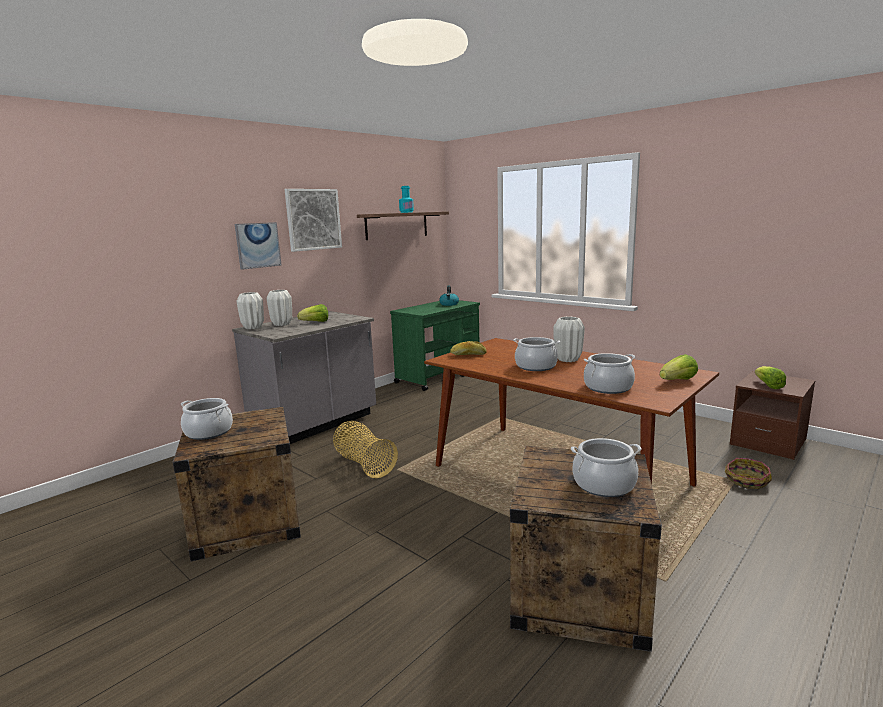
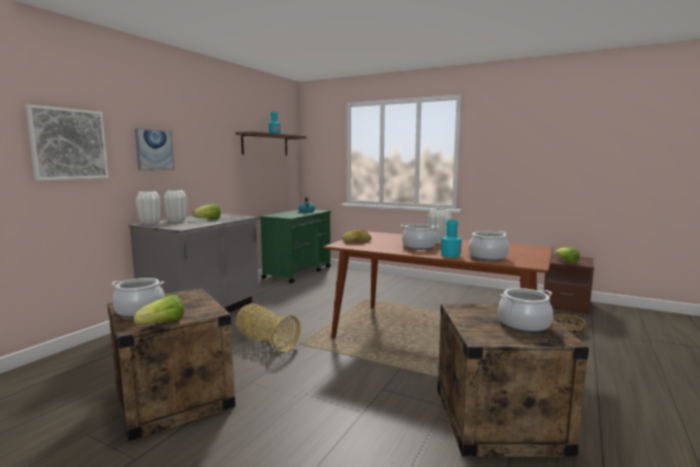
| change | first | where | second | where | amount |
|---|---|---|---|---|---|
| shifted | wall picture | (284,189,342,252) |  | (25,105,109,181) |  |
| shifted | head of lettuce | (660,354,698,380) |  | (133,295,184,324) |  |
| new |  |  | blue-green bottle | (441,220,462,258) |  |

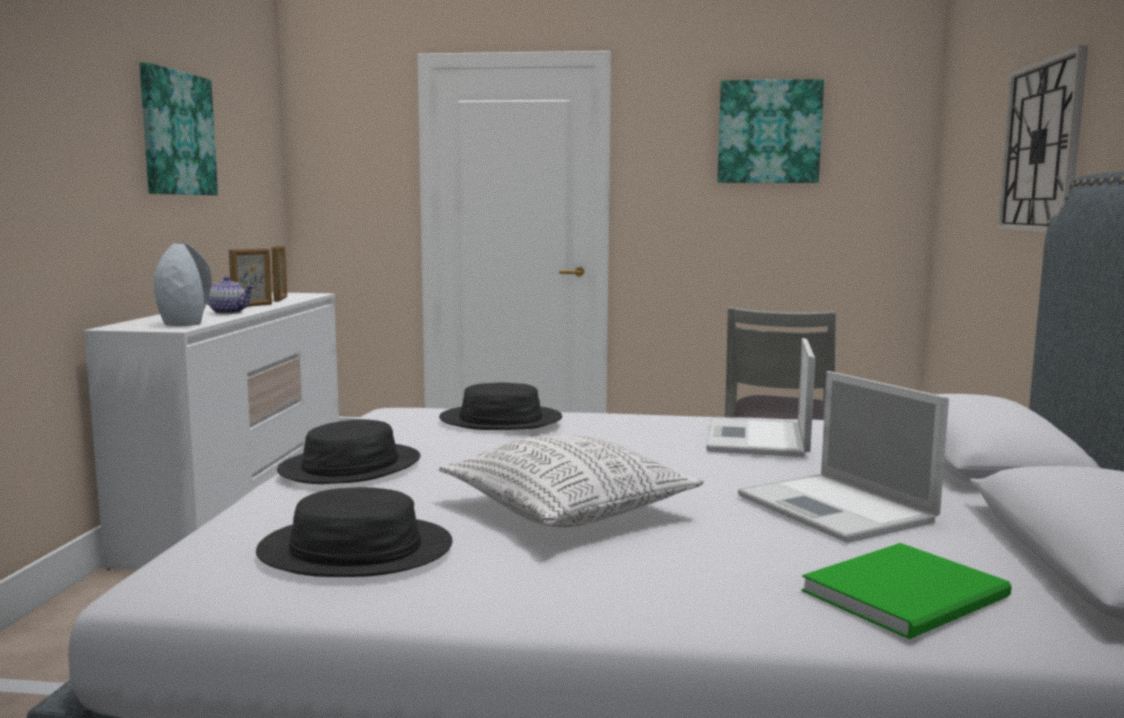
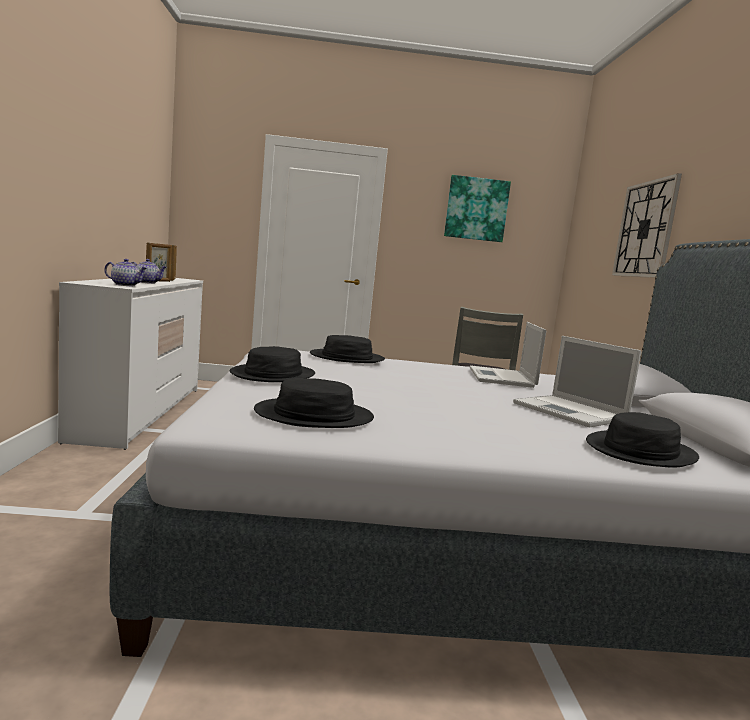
| change | first | where | second | where | amount |
|---|---|---|---|---|---|
| gone | wall picture | (139,62,218,195) |  |  |  |
| swapped | greyish flower vase | (154,243,212,326) | tea pot | (104,259,147,286) |  |
| gone | pillow | (438,435,704,527) |  |  |  |
| swapped | green-coloured bound book | (802,543,1012,639) | black wearable hat | (586,412,699,468) |  |

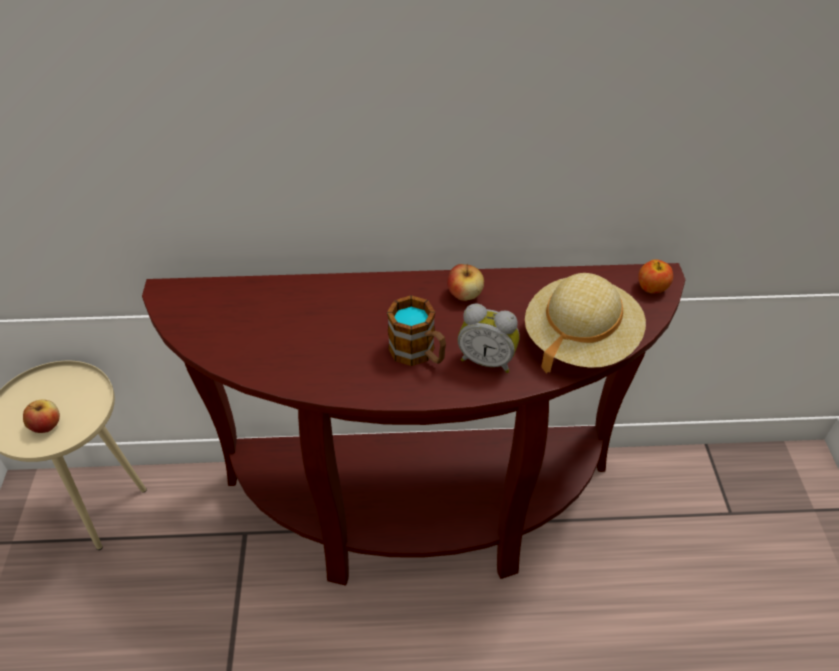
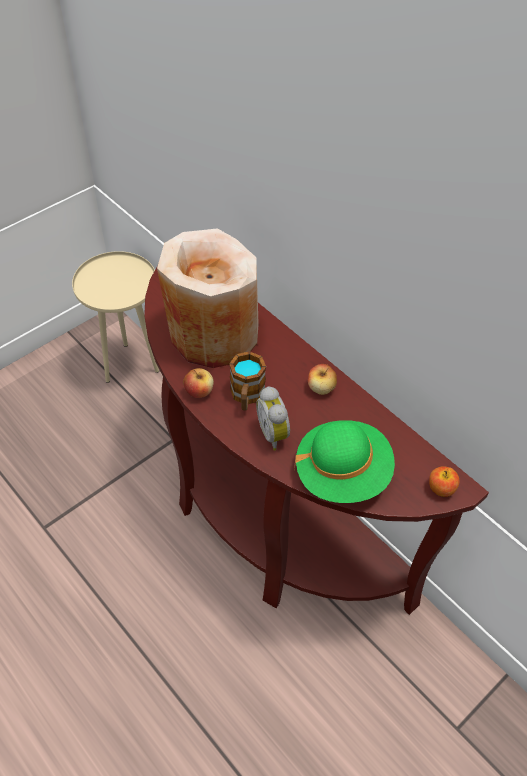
| change | first | where | second | where | amount |
|---|---|---|---|---|---|
| repainted | sand-coloured wearable hat | (525,273,646,373) | green-coloured wearable hat | (294,420,395,503) |  |
| shifted | whole apple | (23,399,60,433) |  | (183,368,214,398) |  |
| new |  |  | sand-coloured flower vase | (157,228,259,368) |  |

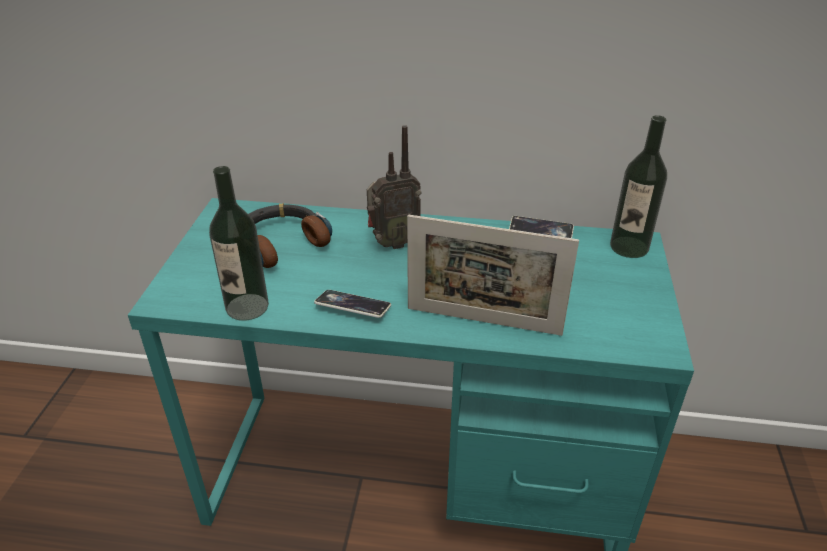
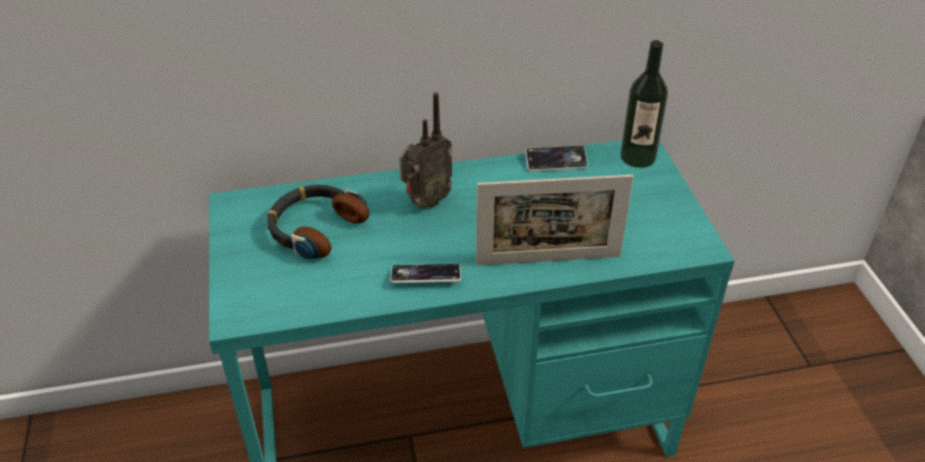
| change | first | where | second | where | amount |
|---|---|---|---|---|---|
| gone | bottle | (209,166,269,321) |  |  |  |

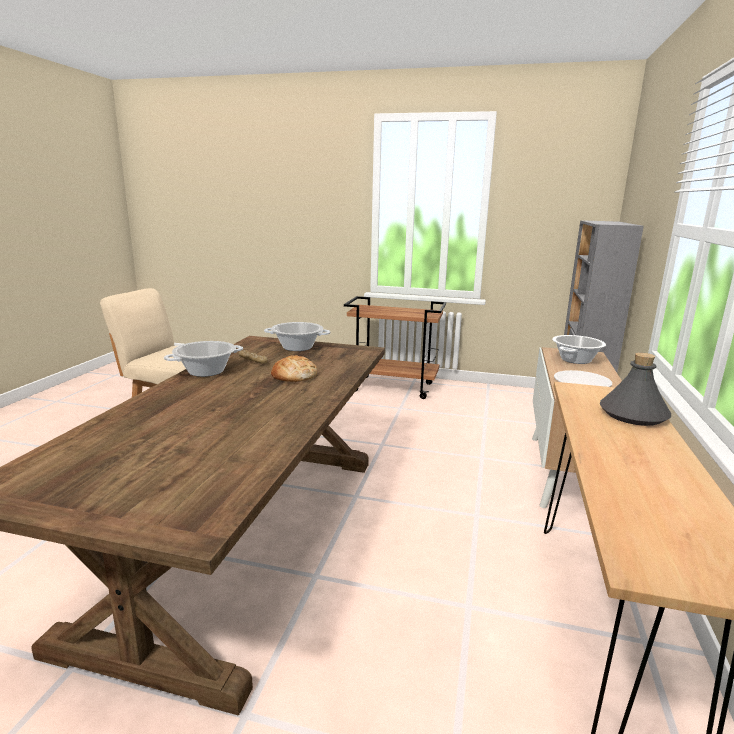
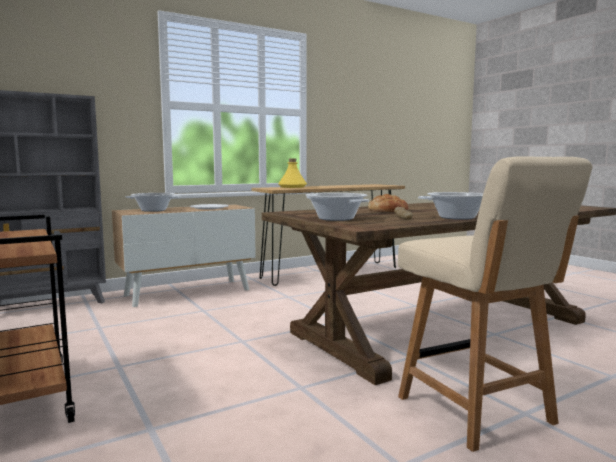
| change | first | where | second | where | amount |
|---|---|---|---|---|---|
| repainted | greyish bottle | (599,353,671,426) | yellow bottle | (278,158,307,188) |  |

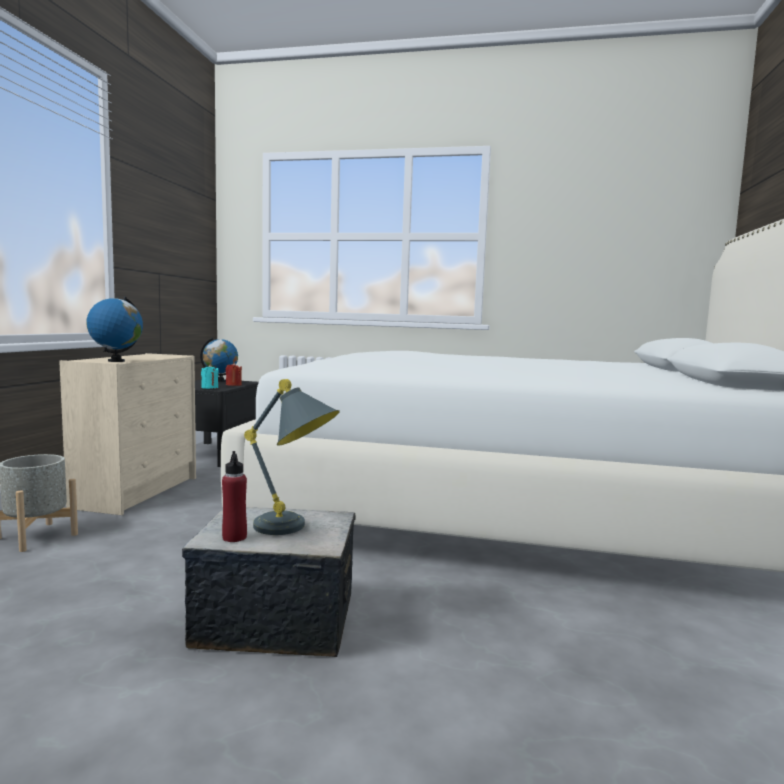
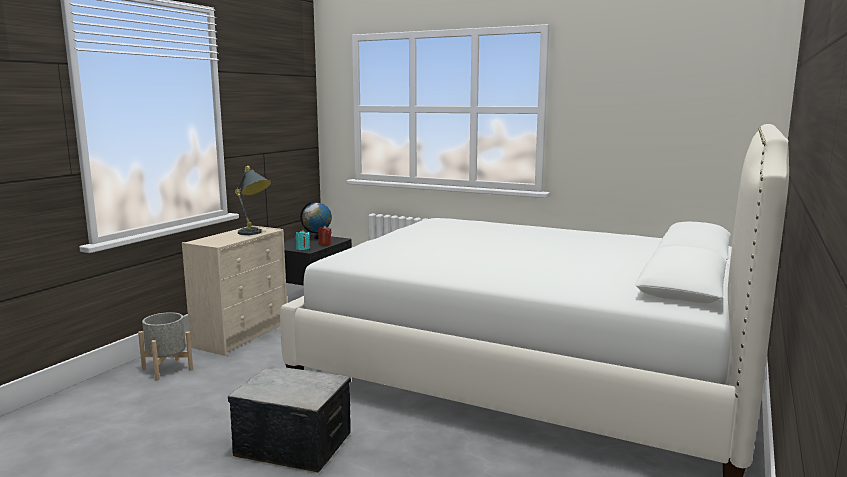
| change | first | where | second | where | amount |
|---|---|---|---|---|---|
| gone | globe | (86,297,143,362) |  |  |  |
| shifted | greyish tabletop lamp | (244,379,340,535) |  | (235,166,271,235) |  |
| gone | red-coloured bottle | (222,451,247,542) |  |  |  |

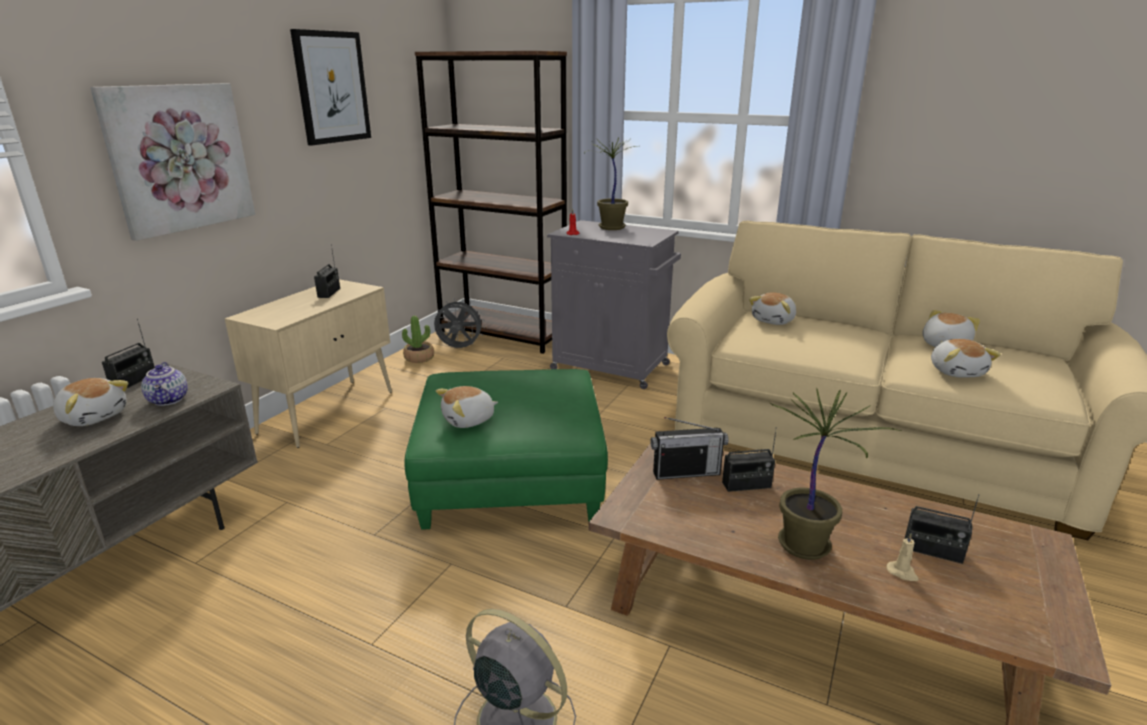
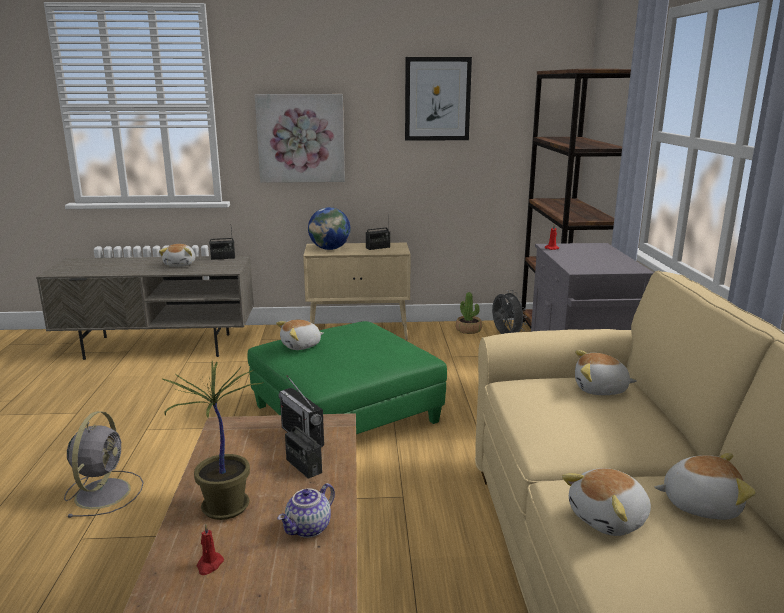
| change | first | where | second | where | amount |
|---|---|---|---|---|---|
| gone | plant in a pot | (584,138,637,230) |  |  |  |
| shifted | tea pot | (141,362,188,406) |  | (278,483,335,538) |  |
| rotated | soft toy | (436,386,498,428) |  | (276,320,324,350) | 60 degrees counterclockwise |
| gone | radio | (905,494,980,564) |  |  |  |
| repainted | sand-coloured candle | (886,533,918,581) | red-coloured candle | (197,524,224,575) |  |
| new |  |  | globe | (308,207,351,250) |  |

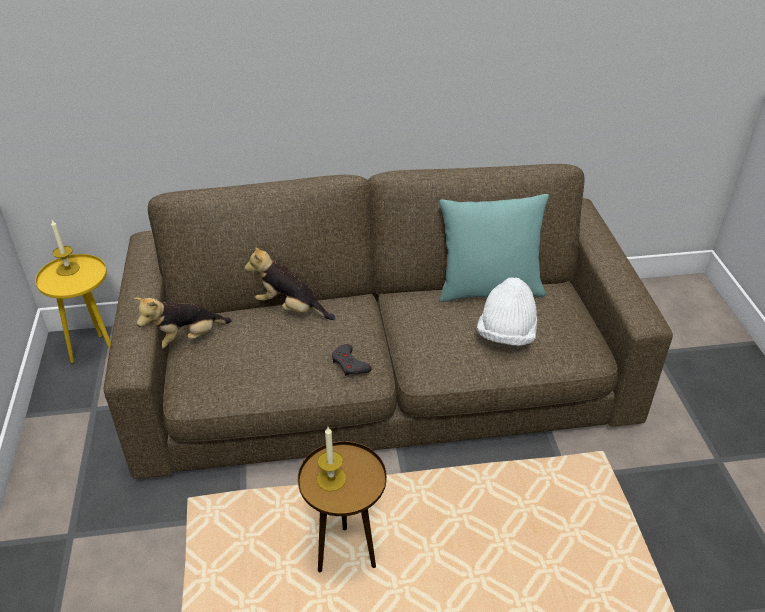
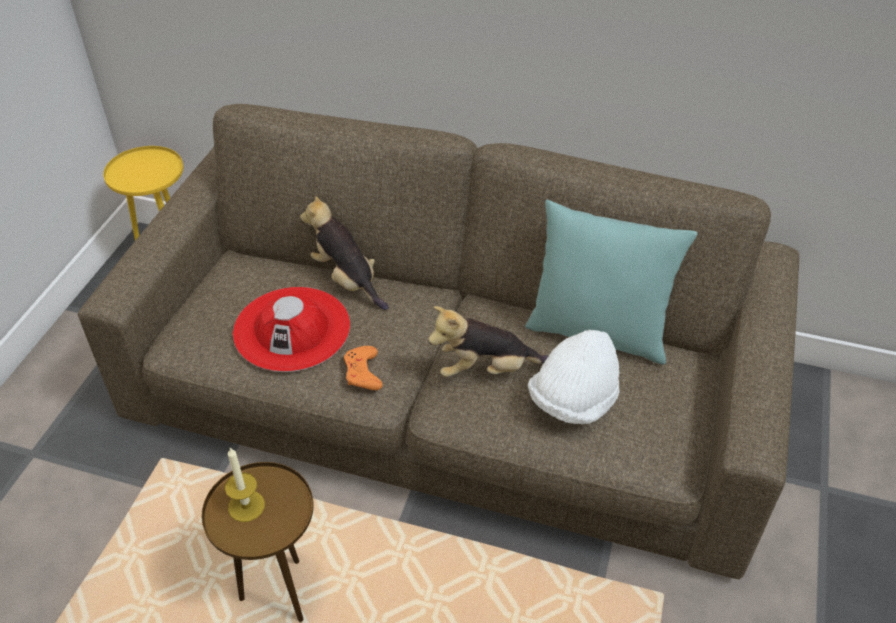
| change | first | where | second | where | amount |
|---|---|---|---|---|---|
| gone | candle | (51,220,80,276) |  |  |  |
| shifted | soft toy | (134,297,232,349) |  | (428,306,548,377) |  |
| repainted | greyish game controller | (332,344,372,376) | orange-coloured game controller | (344,346,383,390) |  |
| new |  |  | red-coloured wearable hat | (233,287,350,372) |  |

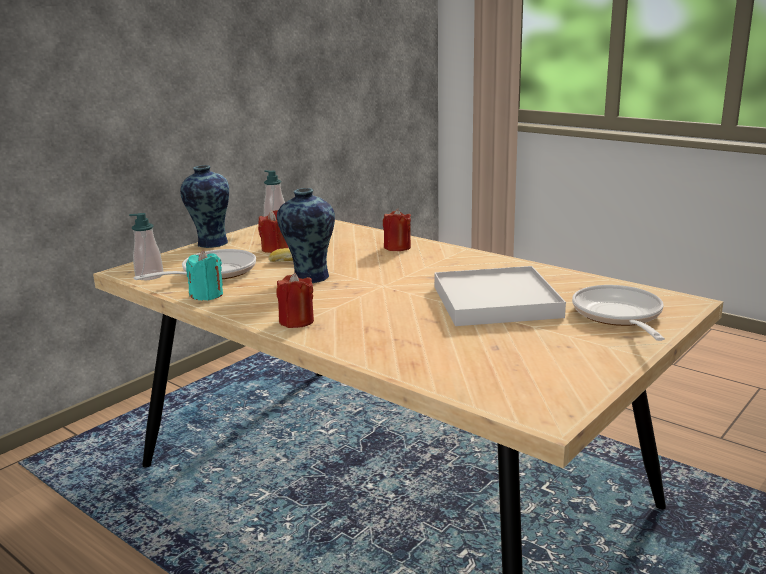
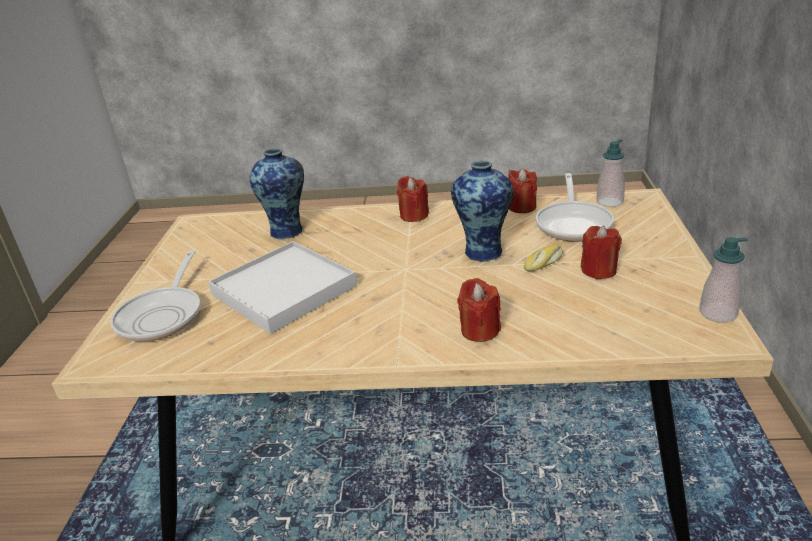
| change | first | where | second | where | amount |
|---|---|---|---|---|---|
| shifted | flower vase | (180,165,229,248) |  | (250,148,304,240) |  |
| repainted | blue-green candle | (186,250,223,301) | red-coloured candle | (508,169,537,213) |  |
| rotated | pan | (572,285,665,341) |  | (111,250,201,342) | 45 degrees clockwise |

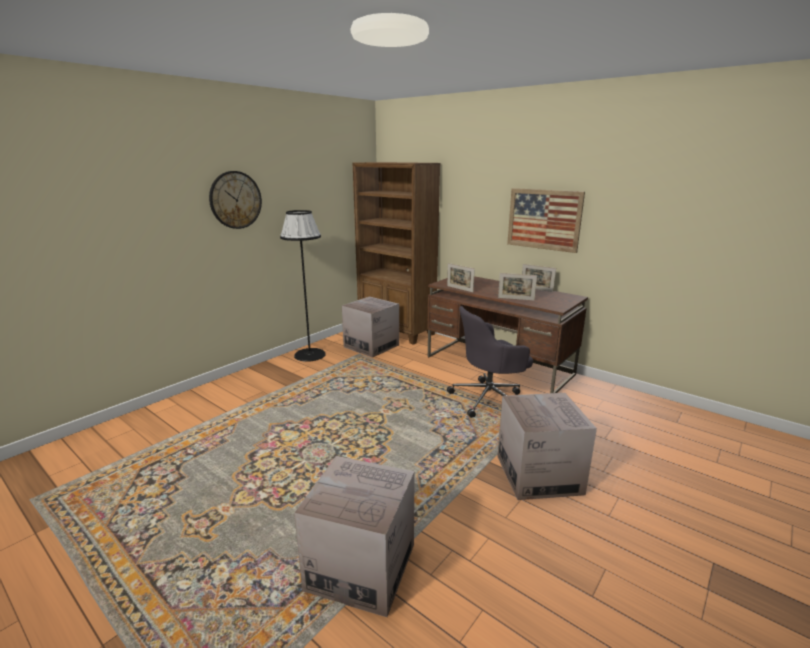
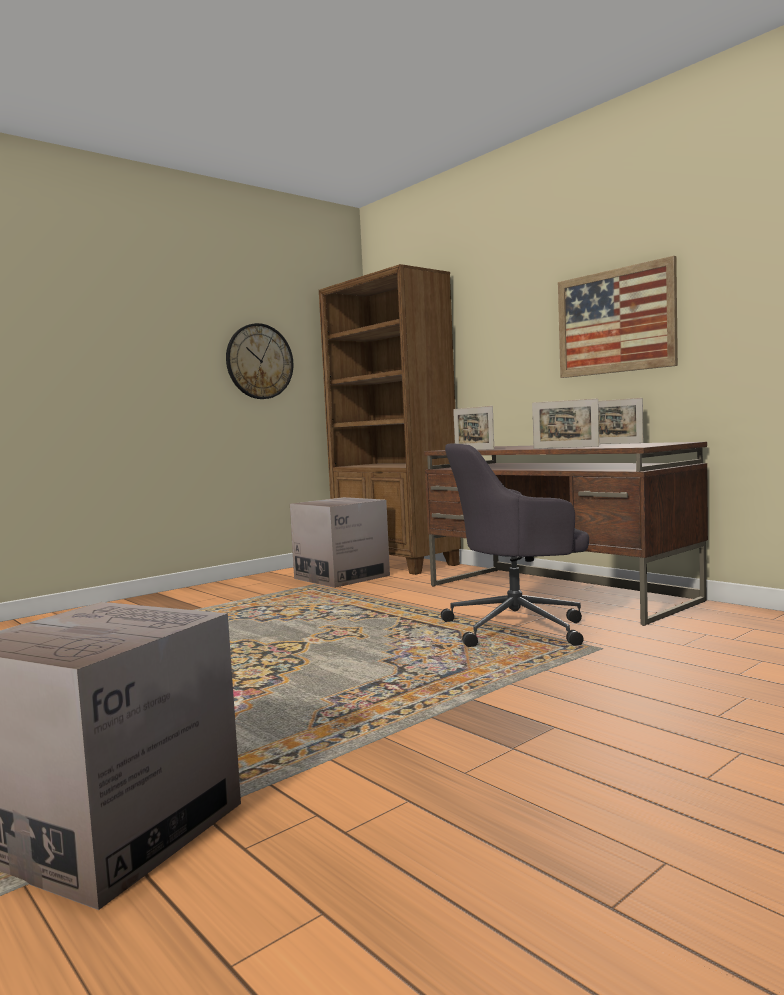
| change | first | where | second | where | amount |
|---|---|---|---|---|---|
| shifted | hanging clock | (209,171,262,229) |  | (226,323,293,399) |  |
| gone | black standard lamp | (280,210,326,362) |  |  |  |
| gone | packing box | (497,393,597,500) |  |  |  |

